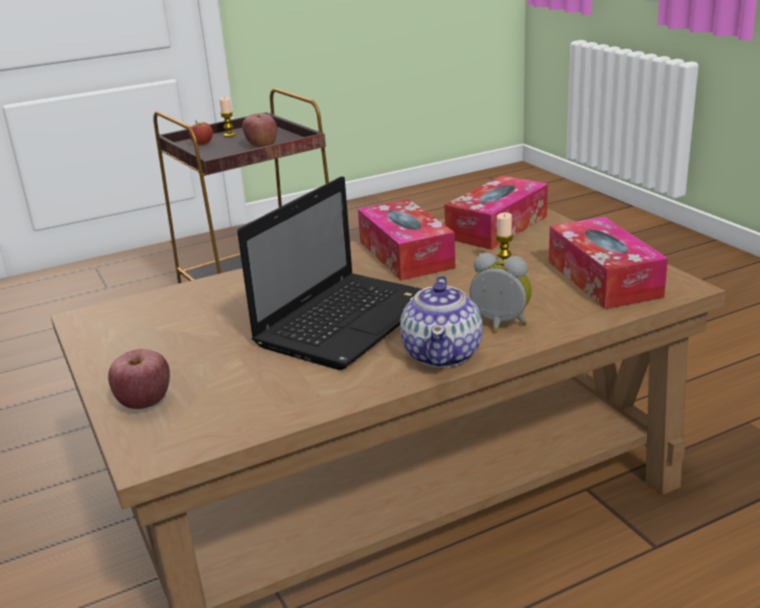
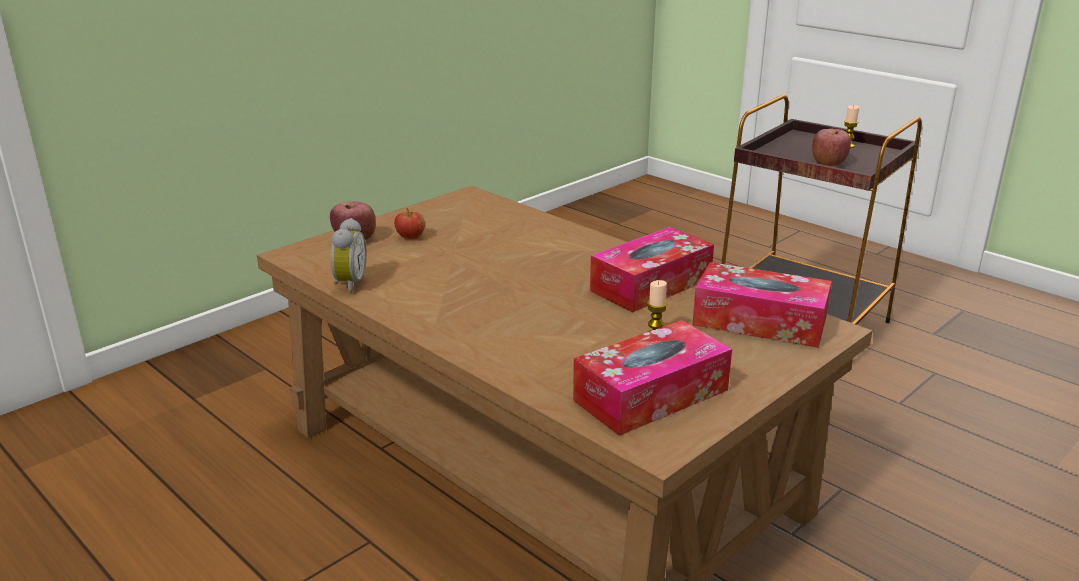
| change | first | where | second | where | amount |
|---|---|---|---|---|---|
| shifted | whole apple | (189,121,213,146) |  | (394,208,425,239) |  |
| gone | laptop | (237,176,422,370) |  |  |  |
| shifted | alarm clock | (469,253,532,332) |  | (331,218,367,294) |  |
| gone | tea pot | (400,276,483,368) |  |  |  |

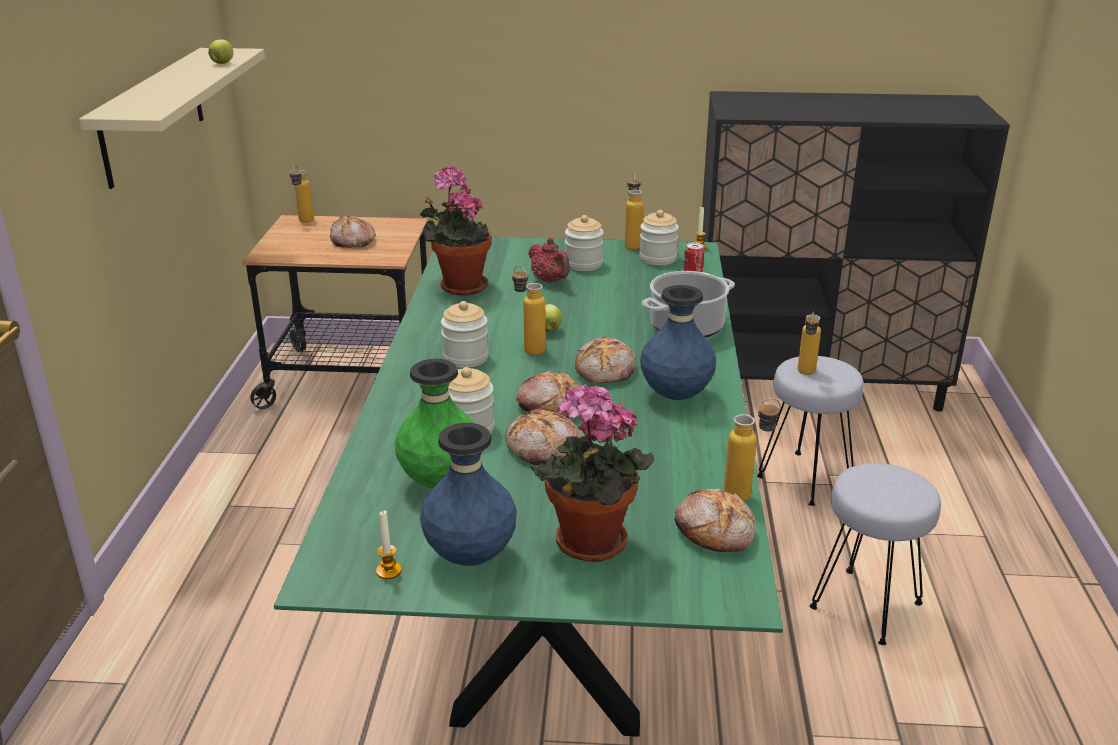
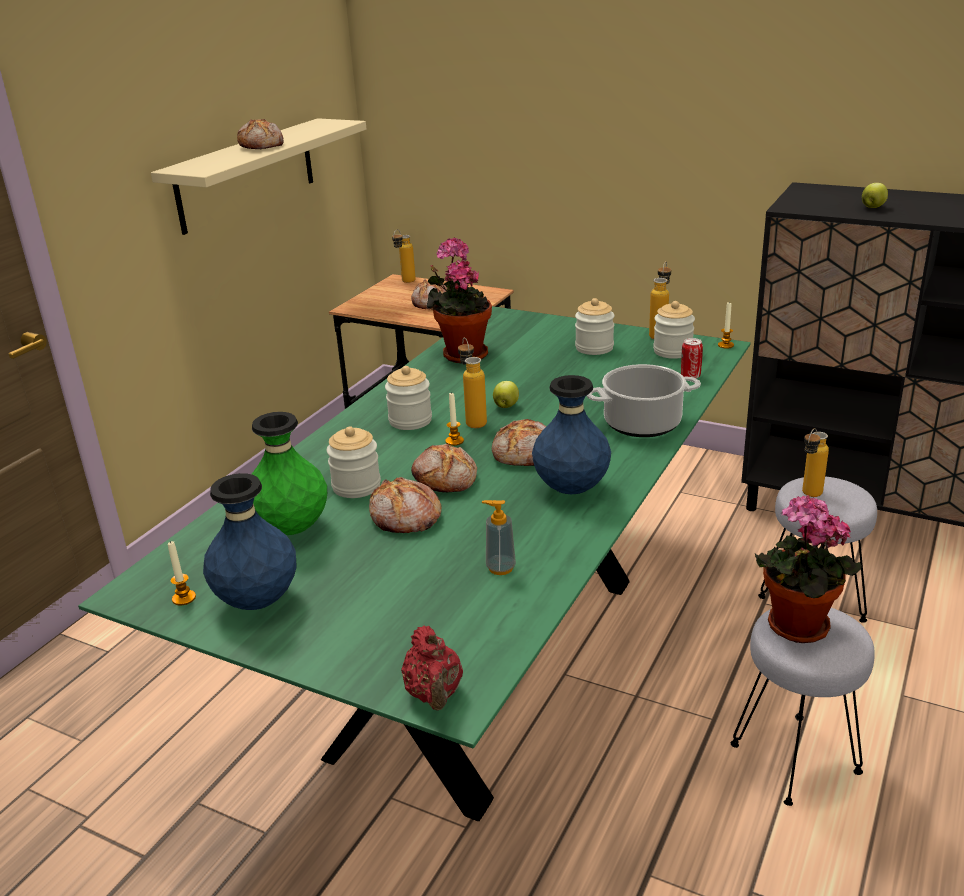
| change | first | where | second | where | amount |
|---|---|---|---|---|---|
| shifted | whole apple | (208,39,233,64) |  | (862,183,888,208) |  |
| shifted | red-coloured tea pot | (528,238,570,283) |  | (401,626,463,710) |  |
| shifted | plant in a pot | (531,384,654,562) |  | (755,495,862,643) |  |
| gone | bottle | (724,398,781,502) |  |  |  |
| shifted | baked bread | (675,489,756,552) |  | (237,119,284,149) |  |
| new |  |  | candle | (446,392,464,446) |  |
| new |  |  | liquid soap bottle | (482,500,516,575) |  |

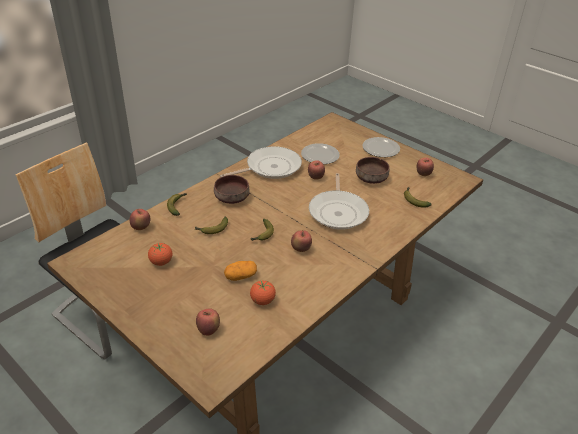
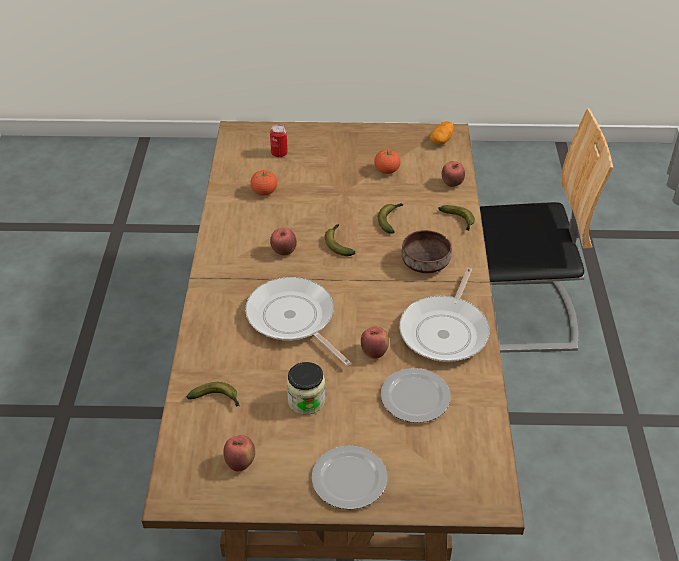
| change | first | where | second | where | amount |
|---|---|---|---|---|---|
| swapped | brownish serving bowl | (356,157,390,184) | jar | (287,362,325,415) |  |
| shifted | potato | (224,261,257,281) |  | (430,121,454,145) |  |
| swapped | whole apple | (196,308,220,336) | sealed can | (270,124,288,157) |  |

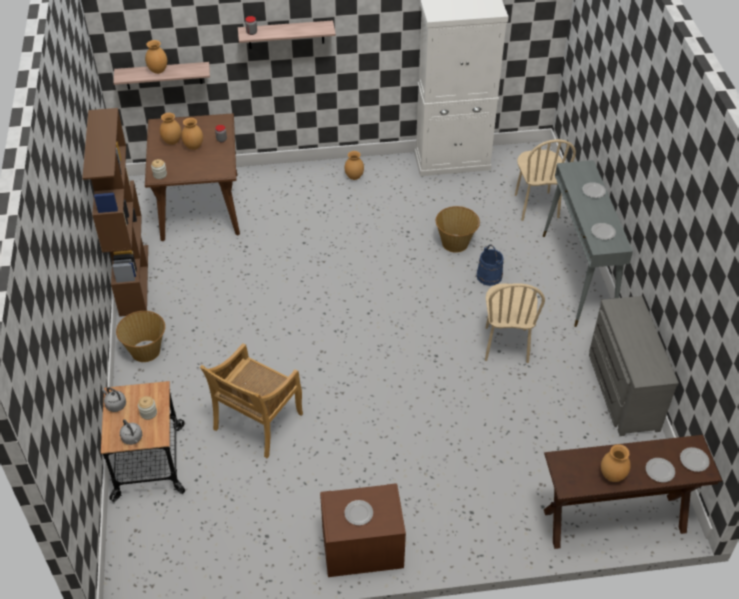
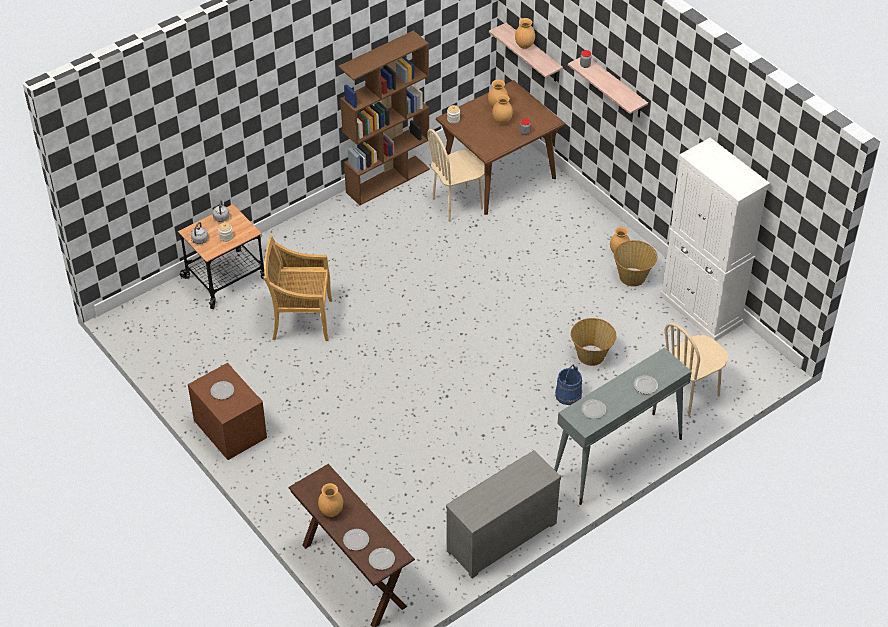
| change | first | where | second | where | amount |
|---|---|---|---|---|---|
| shifted | sand-coloured upright chair | (485,283,545,363) |  | (427,129,485,222) |  |
| shifted | household basket | (116,311,165,362) |  | (614,240,657,287) |  |

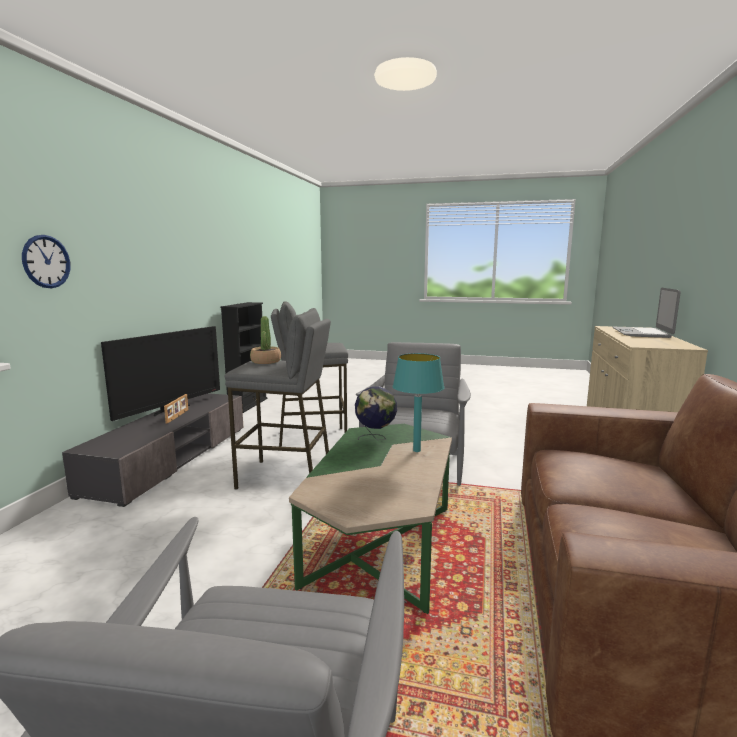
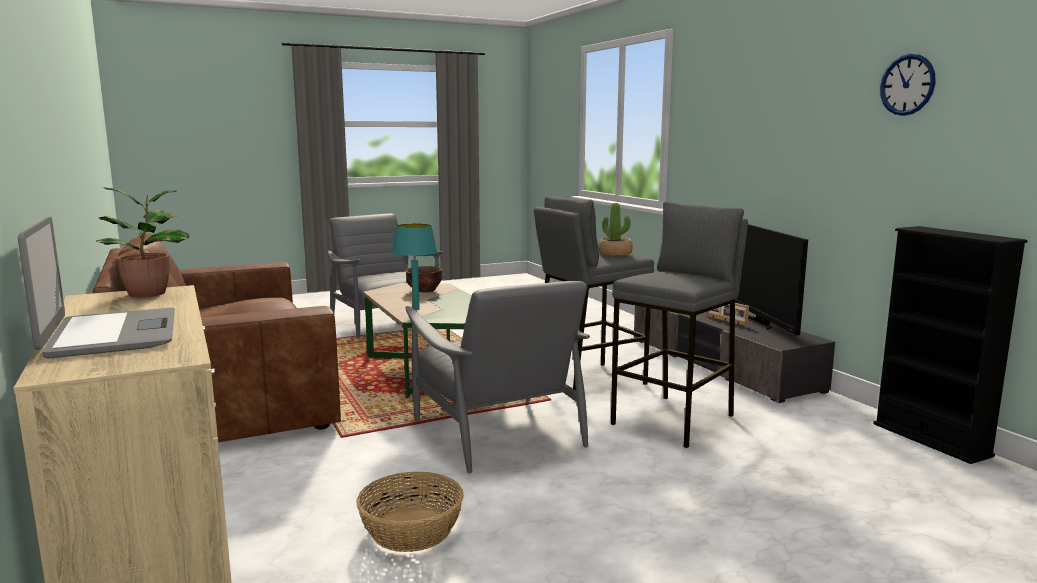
| change | first | where | second | where | amount |
|---|---|---|---|---|---|
| shifted | hanging clock | (22,235,70,288) |  | (880,54,935,116) |  |
| gone | globe | (355,386,397,440) |  |  |  |
| new |  |  | plant in a pot | (96,187,189,298) |  |
| new |  |  | brownish serving bowl | (405,266,443,292) |  |
| new |  |  | household basket | (356,472,464,552) |  |

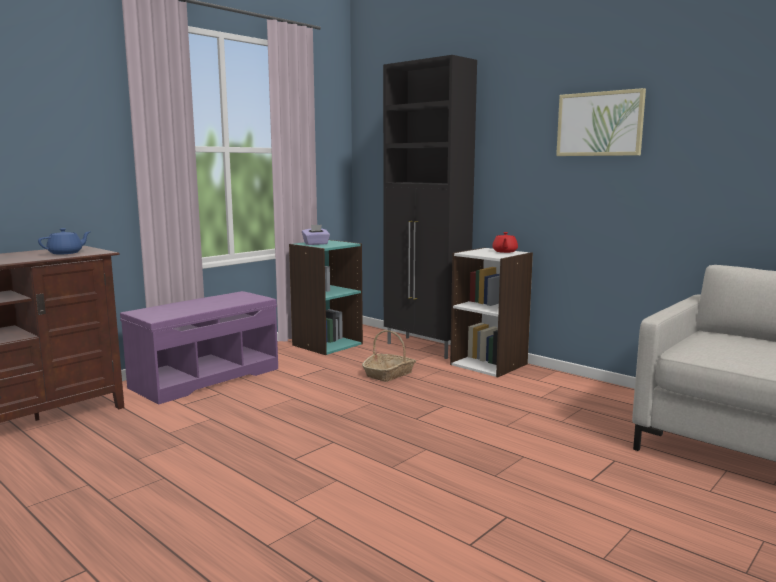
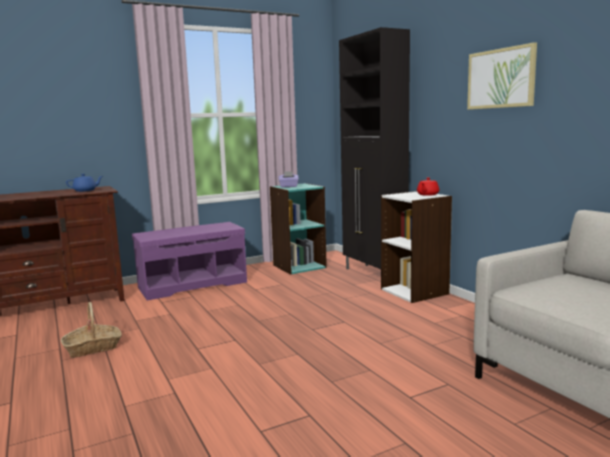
| change | first | where | second | where | amount |
|---|---|---|---|---|---|
| shifted | household basket | (362,330,416,382) |  | (61,302,122,358) |  |

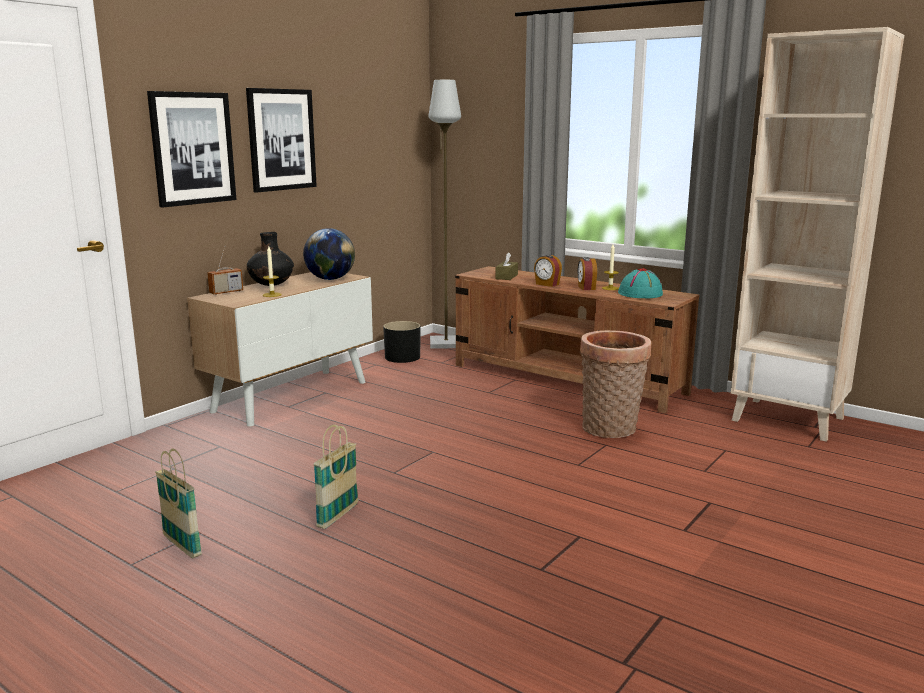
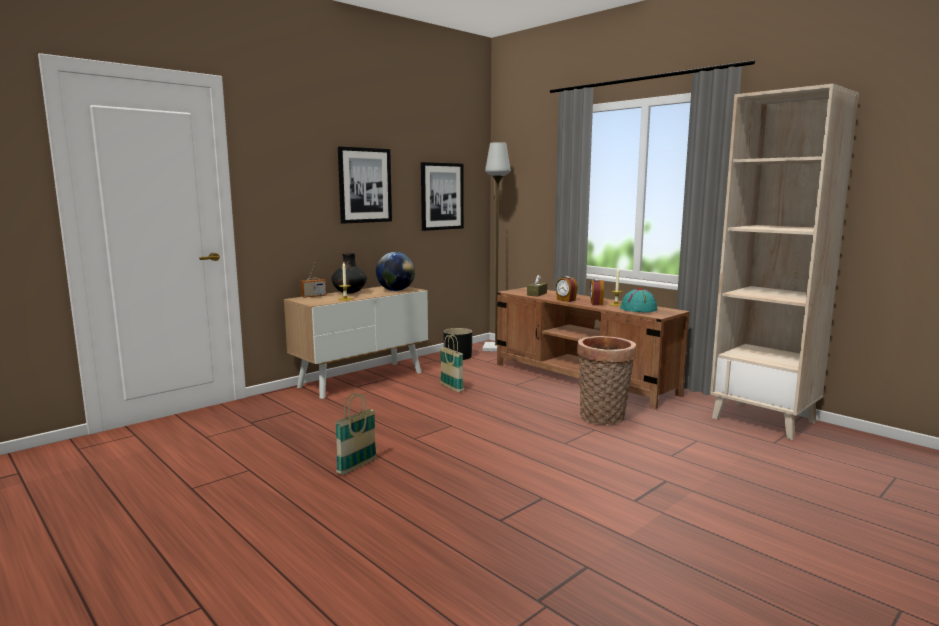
| change | first | where | second | where | amount |
|---|---|---|---|---|---|
| shifted | wall picture | (147,91,236,208) |  | (421,162,464,231) |  |
| shifted | household basket | (155,449,202,558) |  | (440,335,464,392) |  |

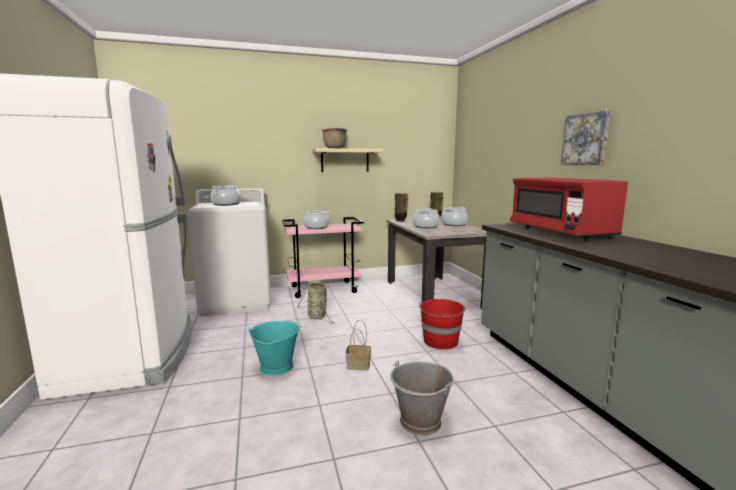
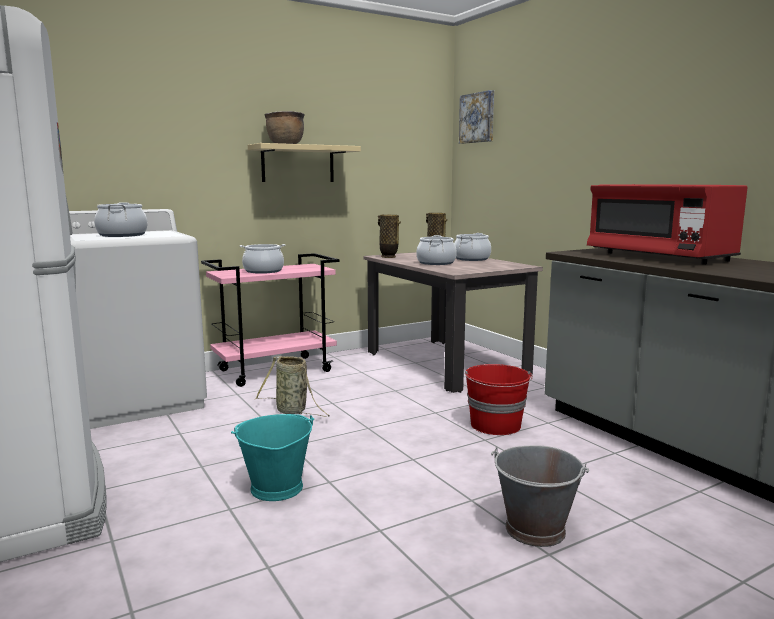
| change | first | where | second | where | amount |
|---|---|---|---|---|---|
| shifted | wall picture | (561,111,610,165) |  | (459,90,494,144) |  |
| gone | household basket | (346,320,371,370) |  |  |  |

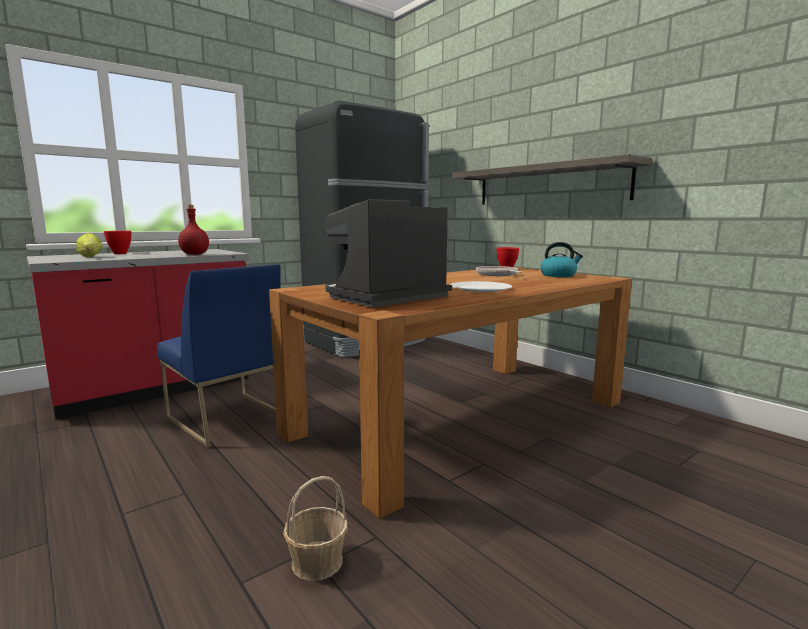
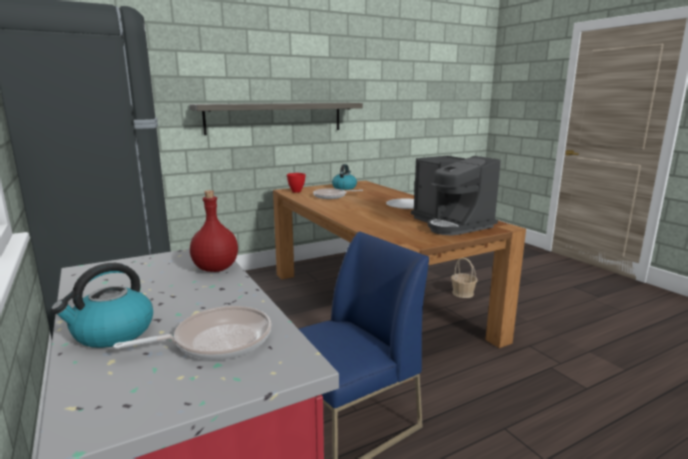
| change | first | where | second | where | amount |
|---|---|---|---|---|---|
| swapped | red-coloured serving bowl | (104,231,131,254) | tea kettle | (51,263,153,348) |  |
| swapped | head of lettuce | (76,233,103,257) | pan | (113,306,271,360) |  |
| shifted | household basket | (283,476,348,581) |  | (451,258,478,298) |  |

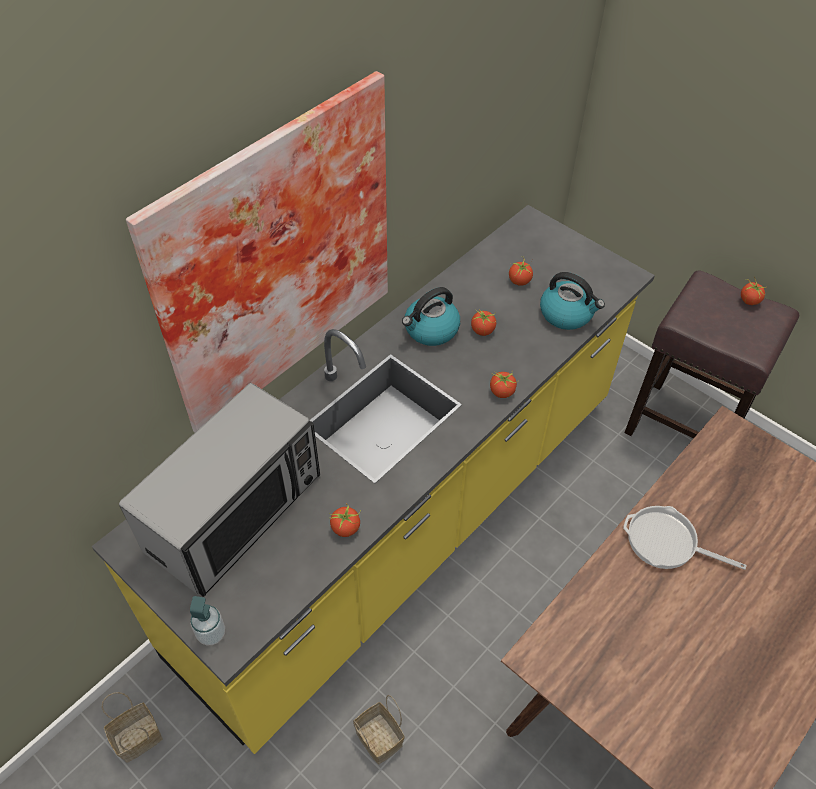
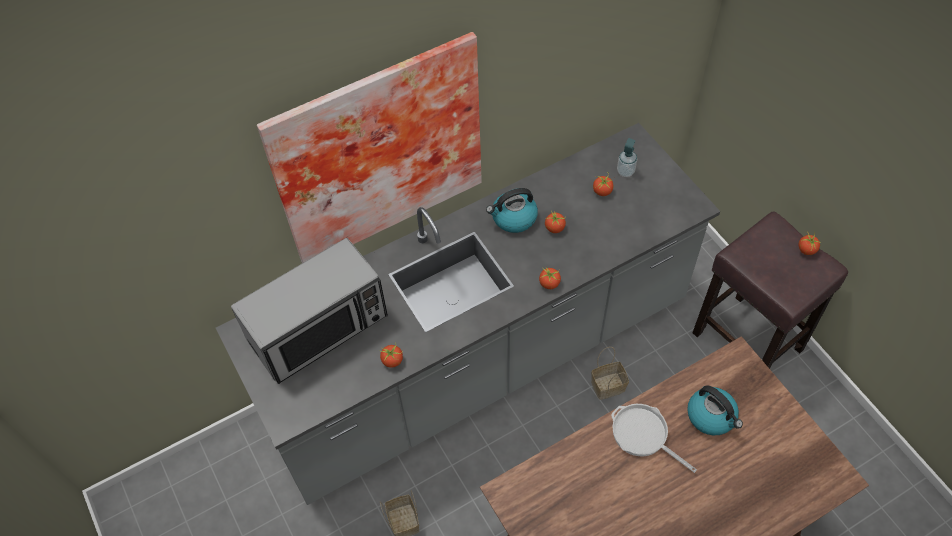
| change | first | where | second | where | amount |
|---|---|---|---|---|---|
| repainted | yellow kitchen counter | (92,205,655,754) | greyish kitchen counter | (216,123,720,505) |  |
| shifted | tea kettle | (540,272,605,330) |  | (687,385,743,435) |  |
| shifted | liquid soap bottle | (190,596,225,645) |  | (617,138,637,177) |  |
| shifted | household basket | (101,692,163,763) |  | (591,347,629,400) |  |

